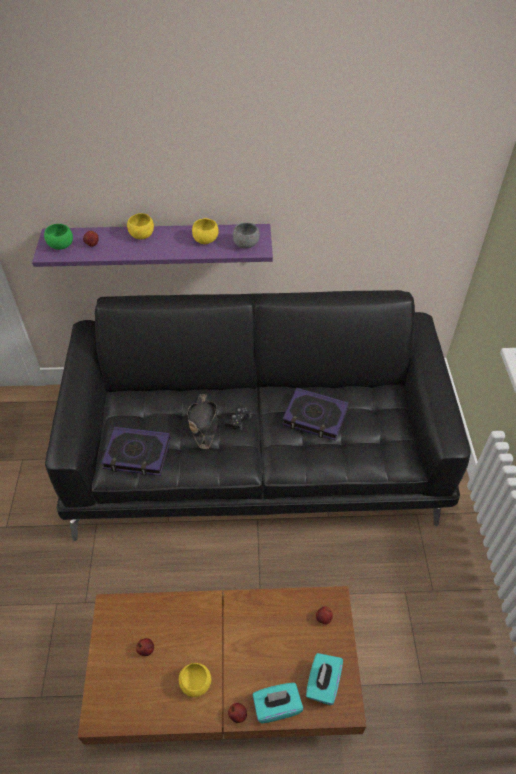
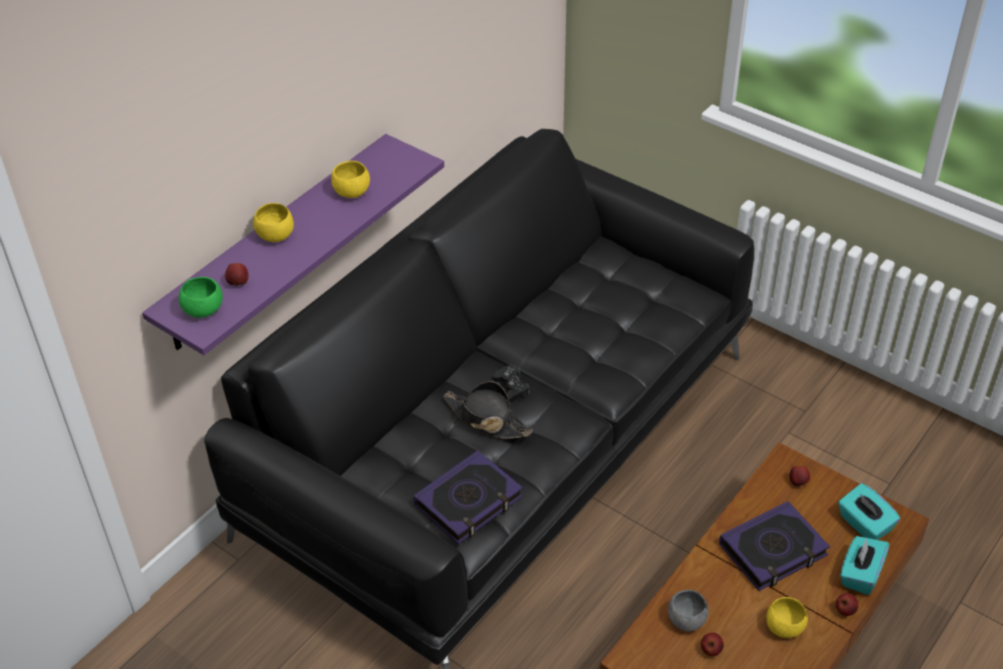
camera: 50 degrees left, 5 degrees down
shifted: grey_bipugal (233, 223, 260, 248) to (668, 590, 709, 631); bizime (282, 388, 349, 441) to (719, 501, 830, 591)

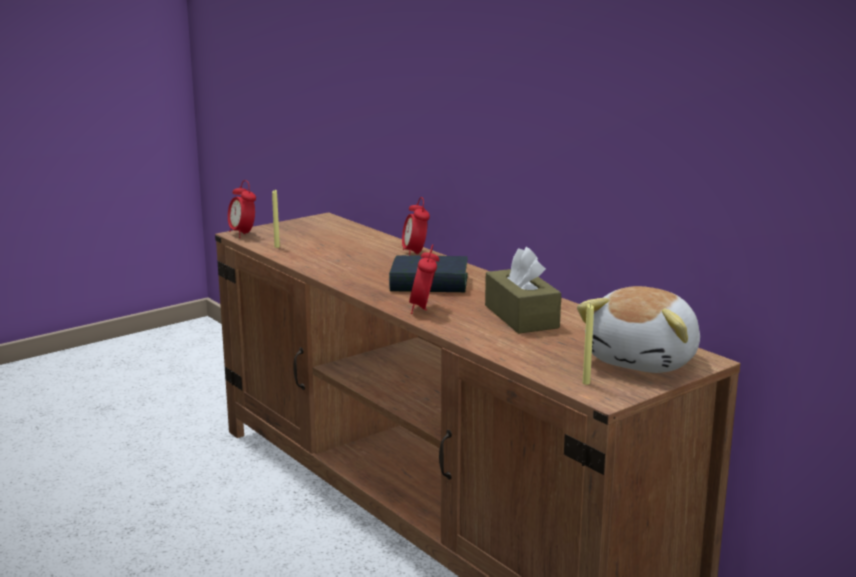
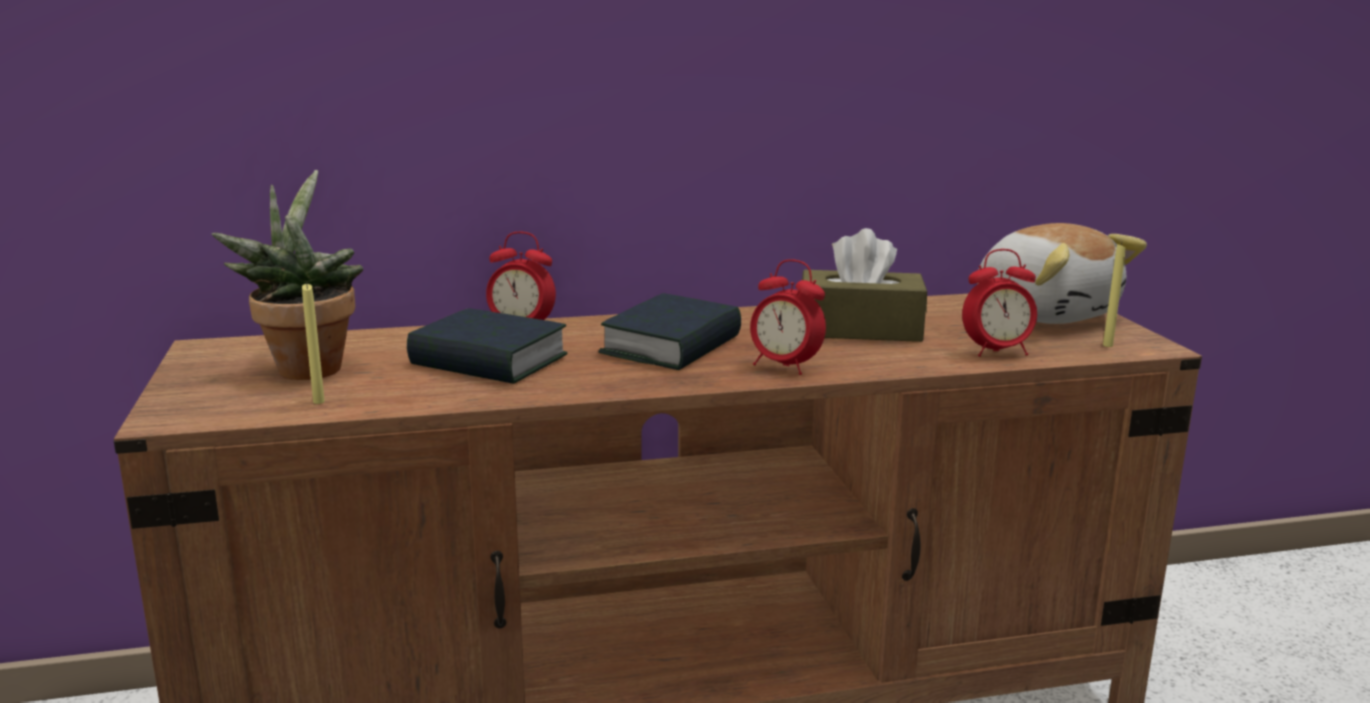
camera: 65 degrees left, 0 degrees up
new: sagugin (212, 170, 363, 380); bizime (407, 308, 568, 384)
shifted: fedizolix (228, 180, 256, 238) to (962, 249, 1037, 357)

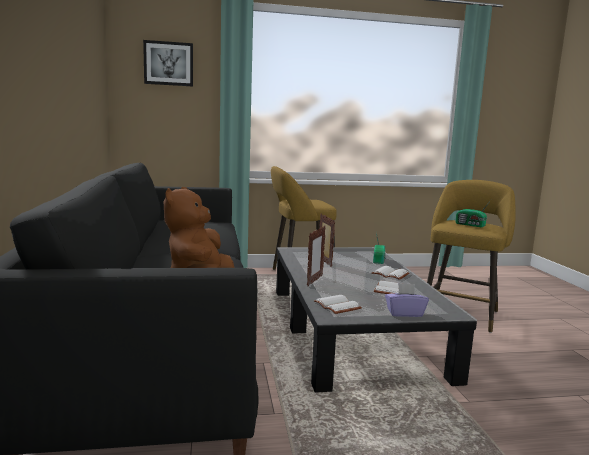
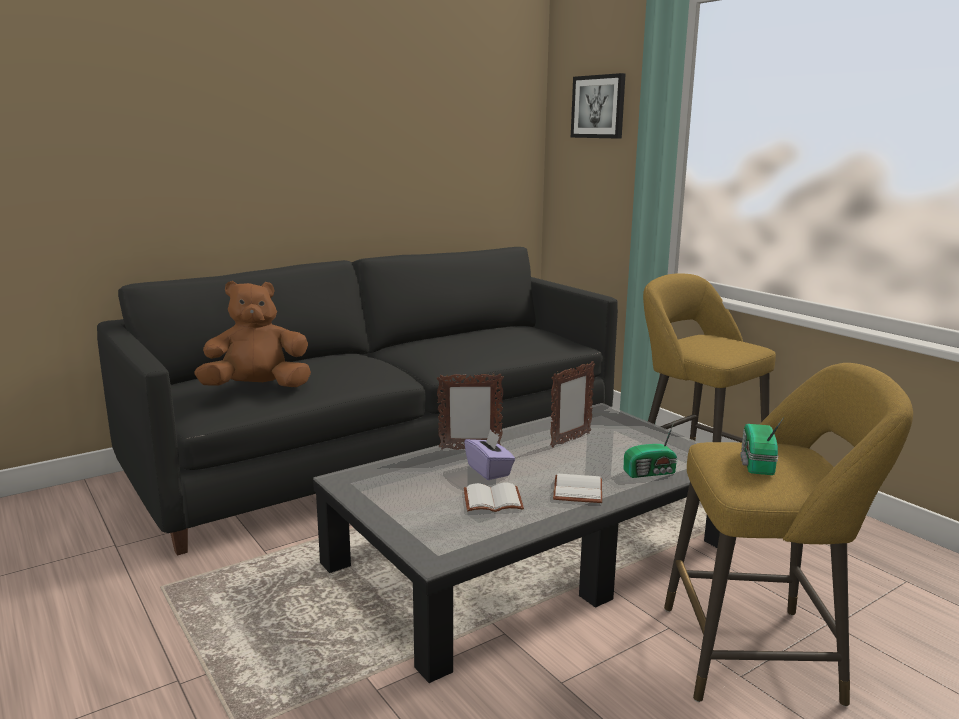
camera: 65 degrees right, 5 degrees up
gone: white_bizime (314, 295, 362, 314)
shifted: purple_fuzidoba (385, 283, 429, 317) to (464, 430, 515, 480)

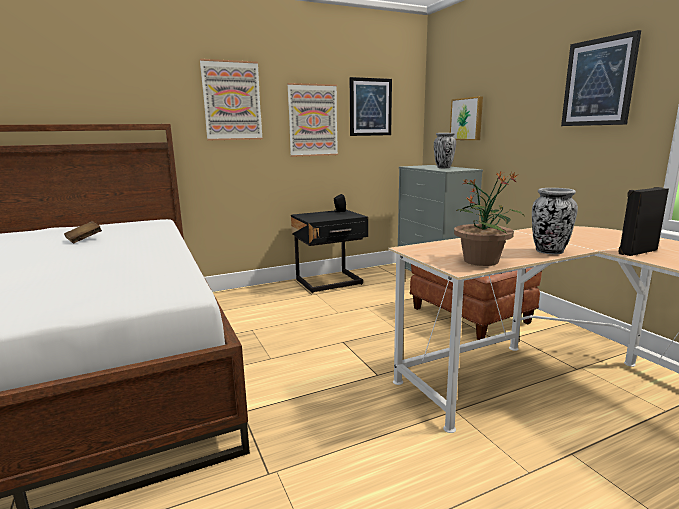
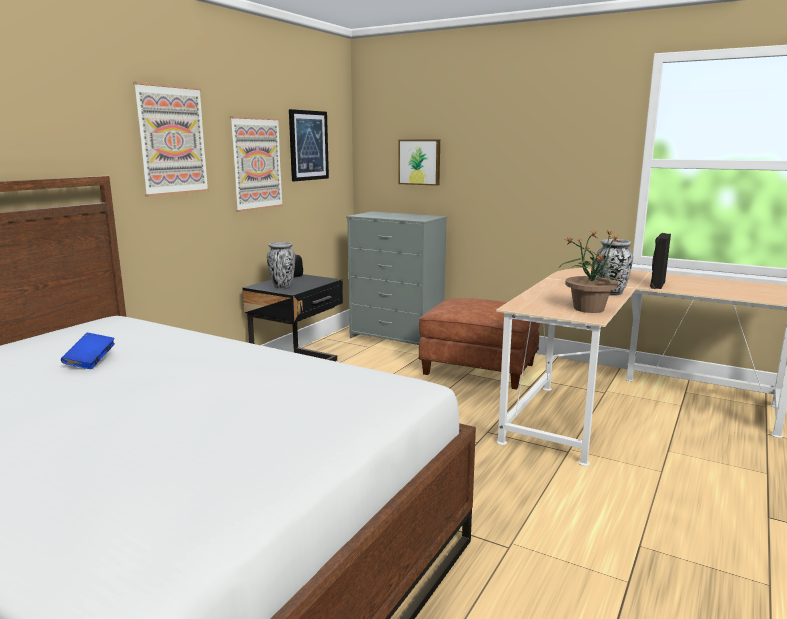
camera: 35 degrees left, 0 degrees up
gone: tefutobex (561, 30, 641, 126)
shifted: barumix (434, 133, 456, 168) to (267, 242, 295, 289)
repainted: brown_bizime (64, 221, 102, 243) to blue_bizime (61, 333, 115, 369)

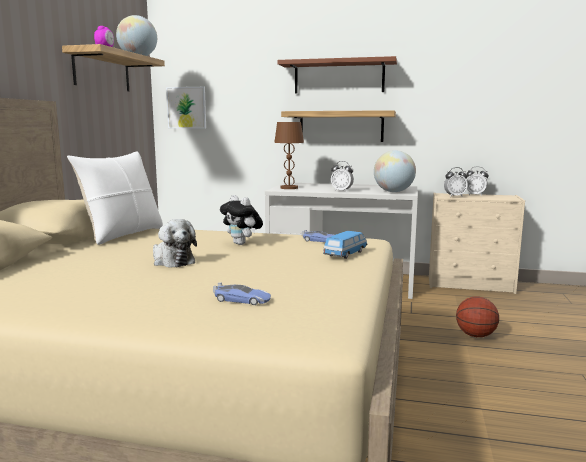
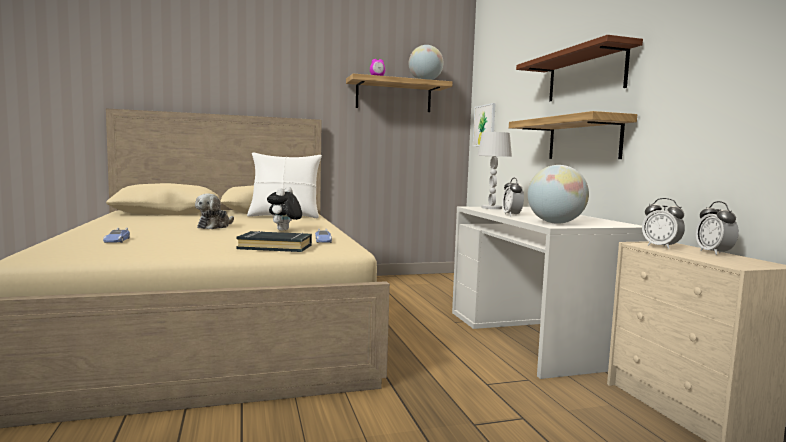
camera: 60 degrees right, 5 degrees down
gone: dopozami (456, 296, 499, 337)
swapped: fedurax (323, 231, 367, 259) to black_bizime (236, 231, 312, 252)
repainted: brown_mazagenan (274, 122, 304, 189) to white_mazagenan (477, 132, 512, 209)

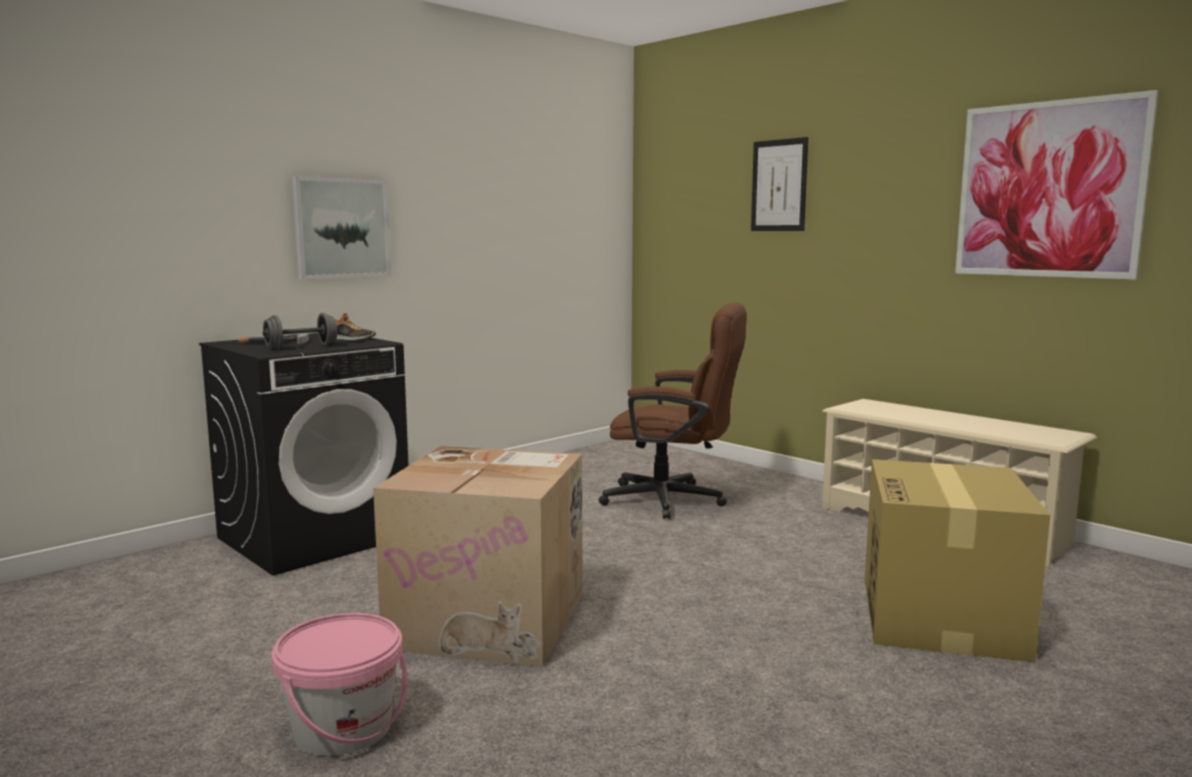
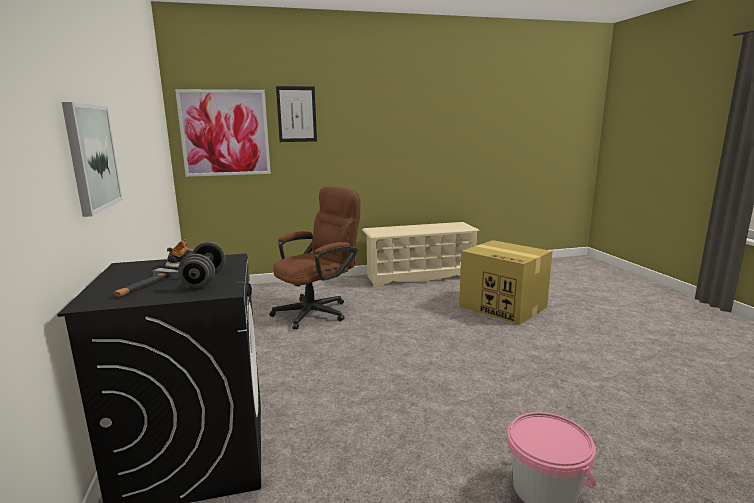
camera: 60 degrees left, 5 degrees up
gone: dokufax (373, 446, 583, 667)
shifted: tefutobex (955, 90, 1158, 280) to (175, 89, 271, 177)

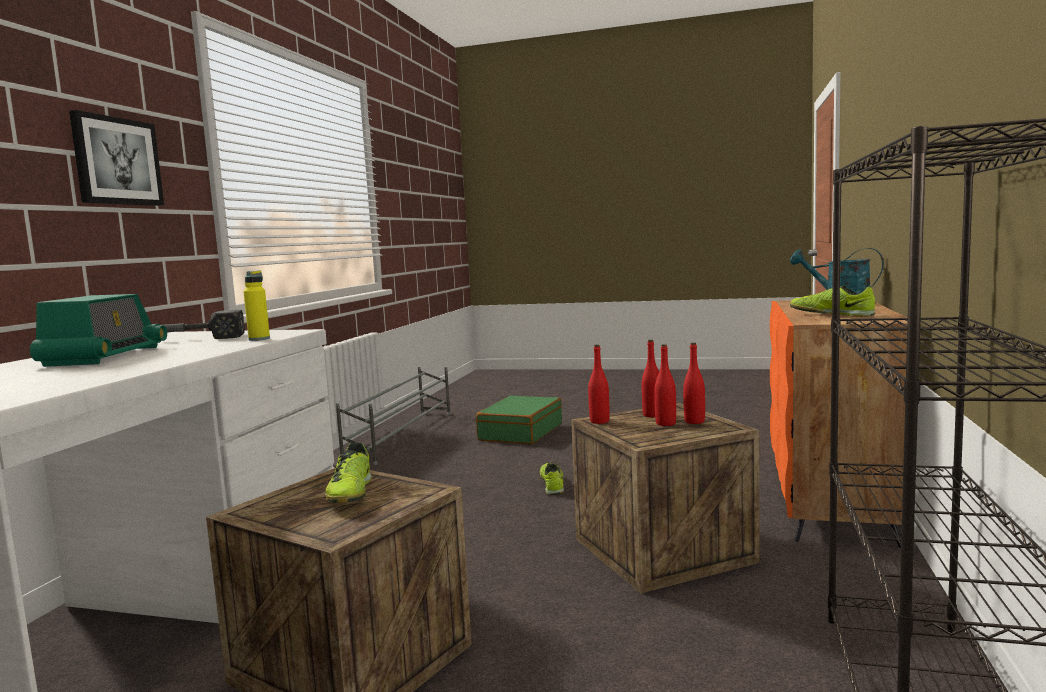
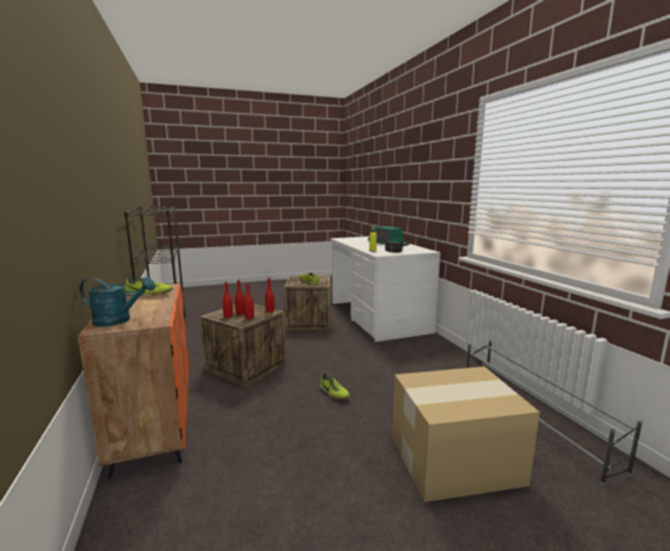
camera: 145 degrees right, 5 degrees up
gone: tefutobex (69, 110, 164, 206)
swapped: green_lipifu (476, 395, 562, 445) to dokufax (392, 366, 540, 502)

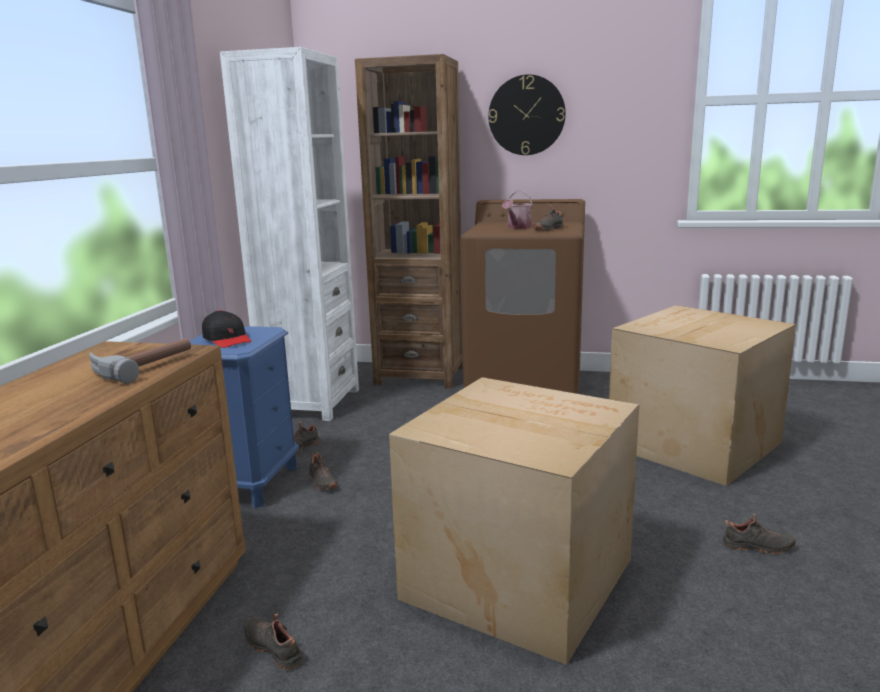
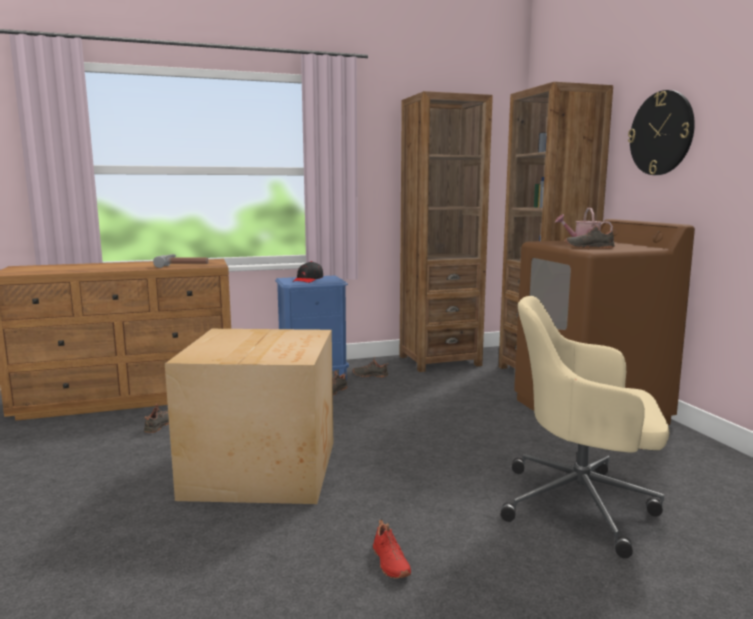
camera: 60 degrees right, 5 degrees down
swapped: dokufax (609, 305, 796, 486) to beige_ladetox (501, 296, 669, 558)
repainted: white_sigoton (220, 47, 359, 421) to brown_sigoton (400, 91, 493, 372); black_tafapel (723, 513, 796, 554) to red_tafapel (373, 519, 411, 578)

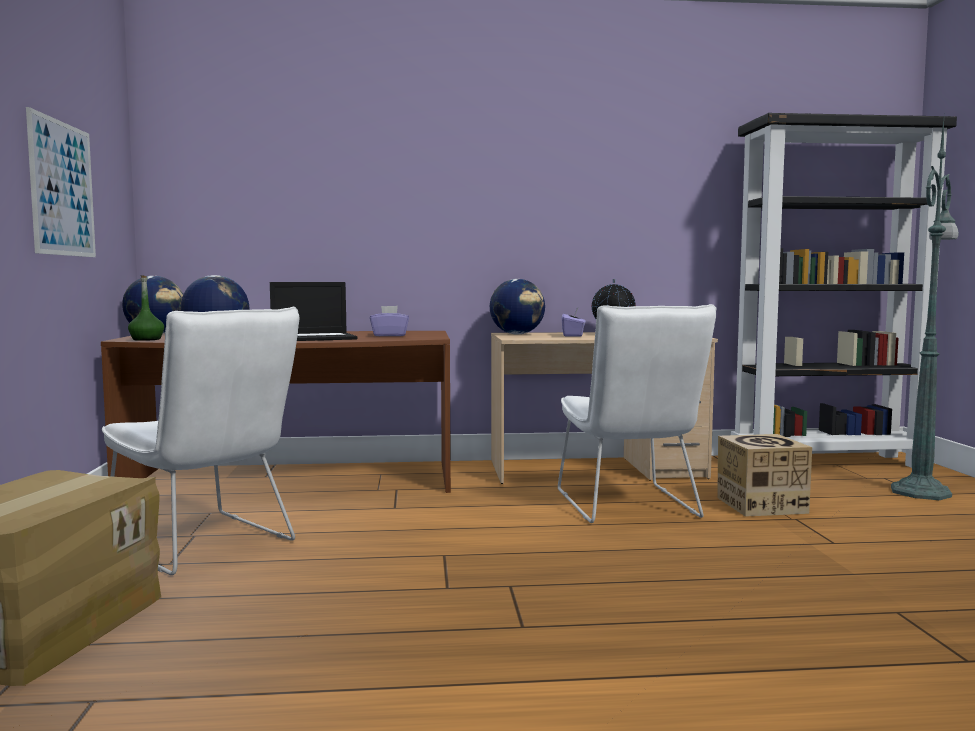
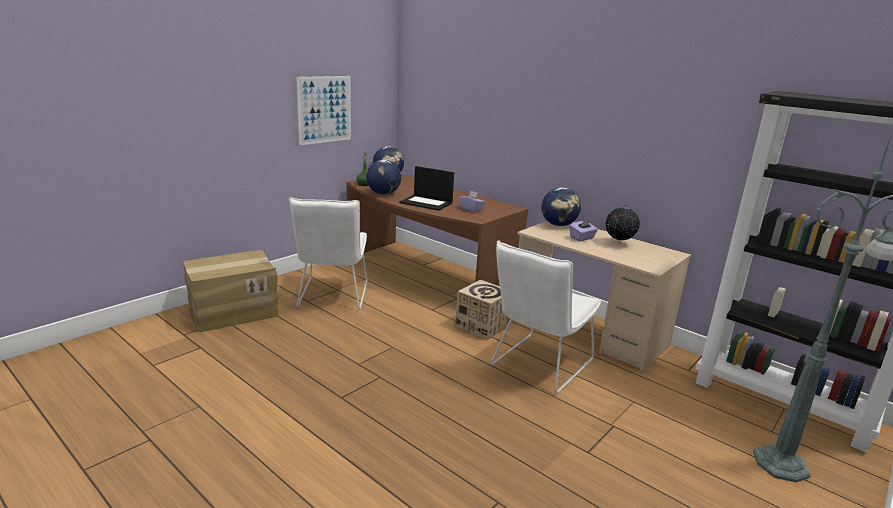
camera: 45 degrees right, 15 degrees up
shifted: dokufax (717, 434, 812, 517) to (455, 280, 510, 340)

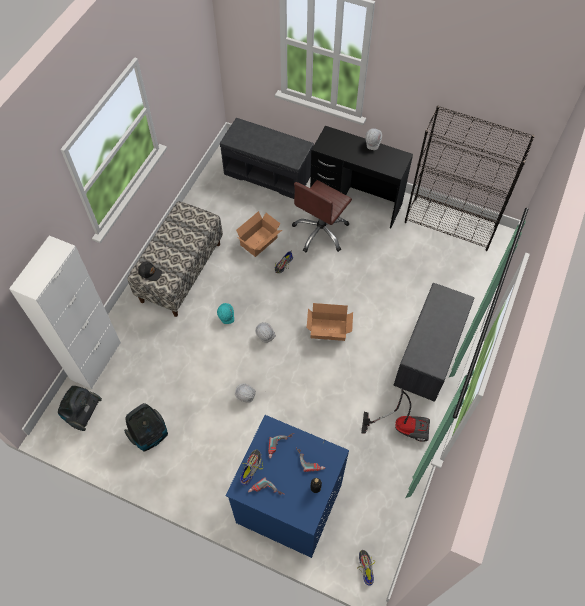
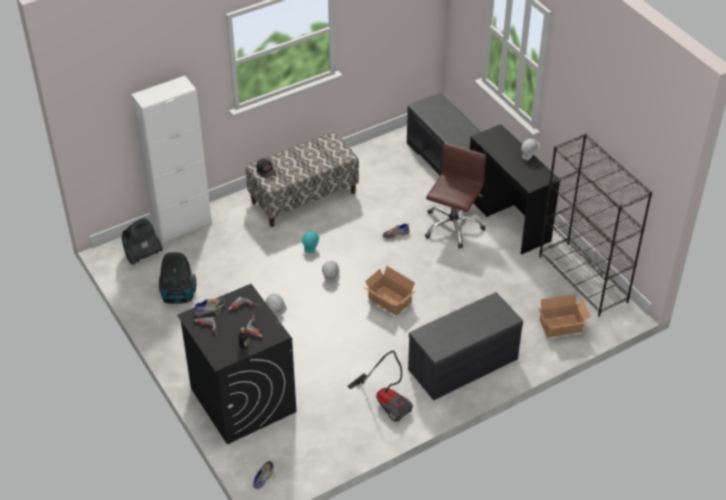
camera: 35 degrees right, 15 degrees down
shifted: dokufax (236, 211, 282, 257) to (537, 294, 591, 338)
repainted: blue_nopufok (225, 415, 349, 558) to black_nopufok (177, 284, 296, 445)
rotated: brown_ladetox (292, 180, 352, 252) = (424, 143, 486, 249) 135 degrees clockwise

